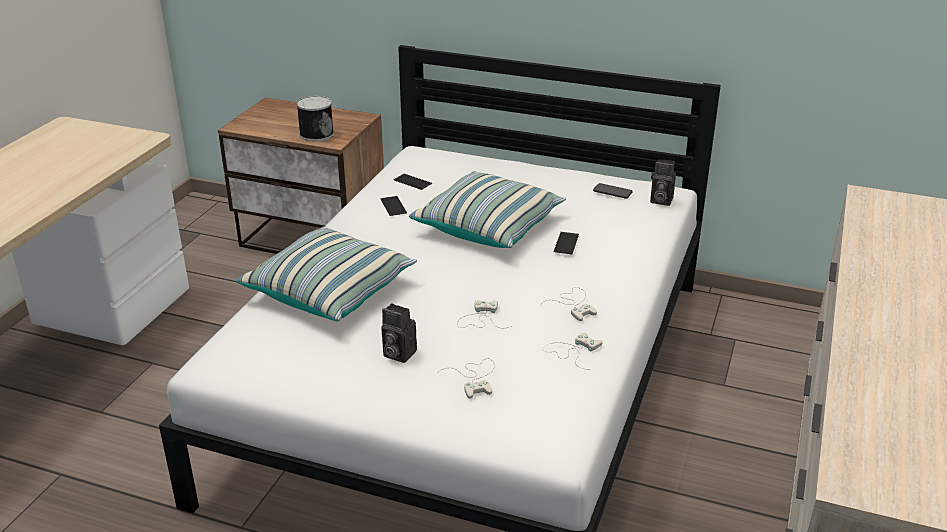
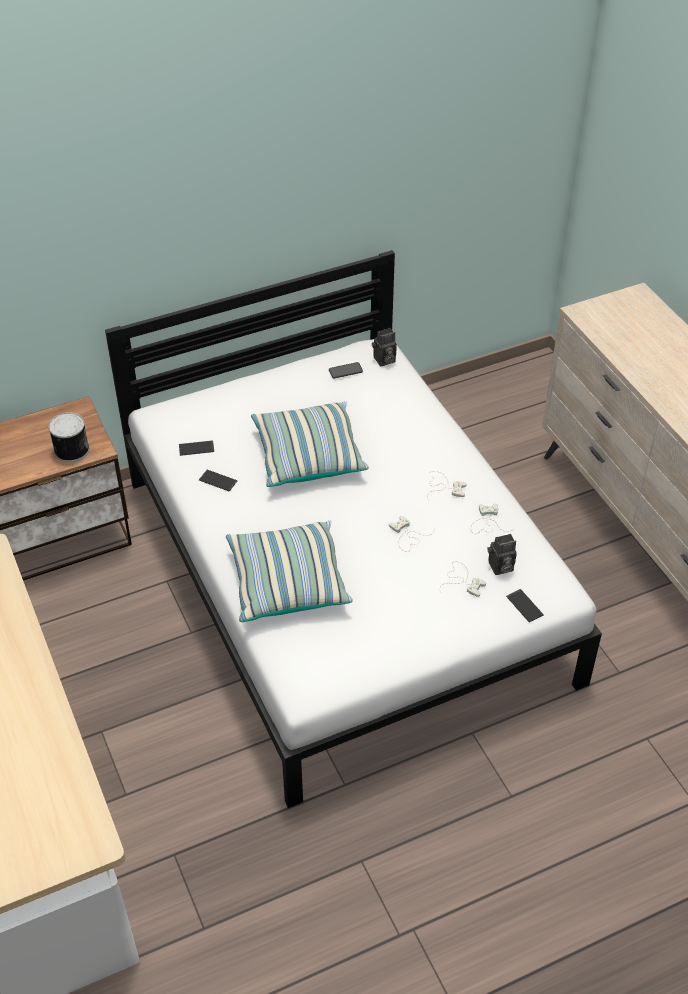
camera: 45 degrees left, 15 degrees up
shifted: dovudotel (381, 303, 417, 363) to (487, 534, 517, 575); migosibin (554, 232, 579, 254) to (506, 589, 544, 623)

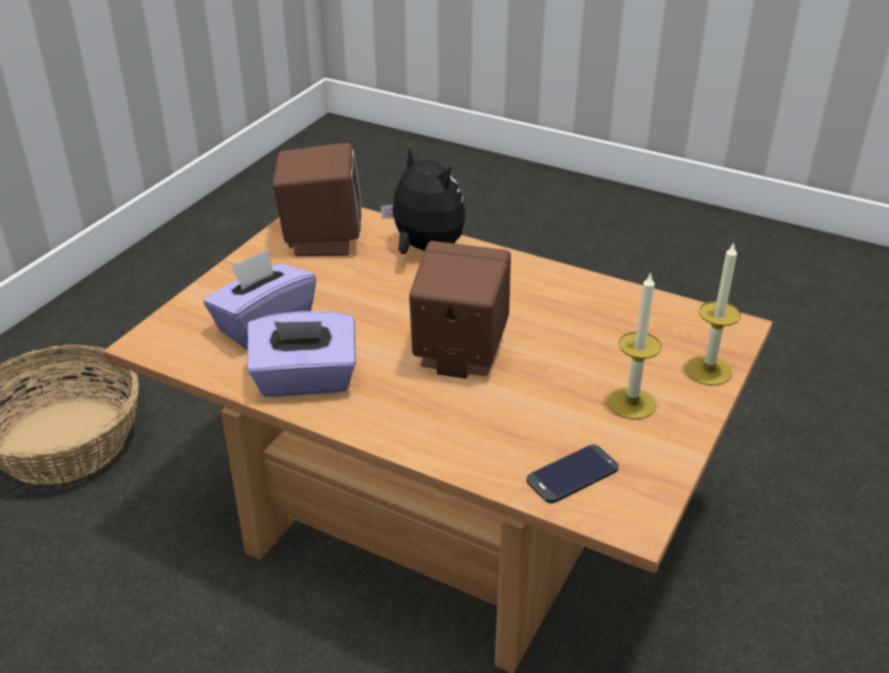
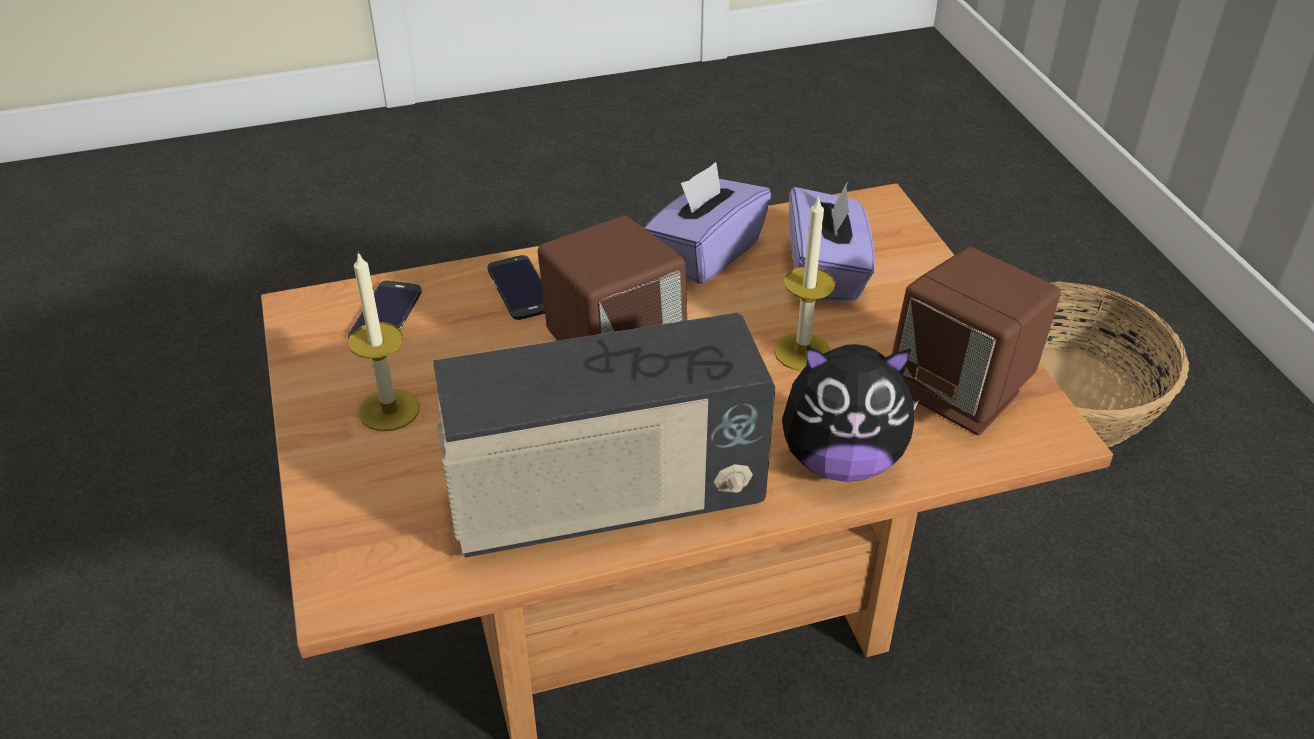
camera: 135 degrees right, 5 degrees up
new: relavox (433, 313, 775, 558); migosibin (487, 255, 545, 320)
shifted: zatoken (685, 243, 741, 386) to (774, 195, 835, 371)

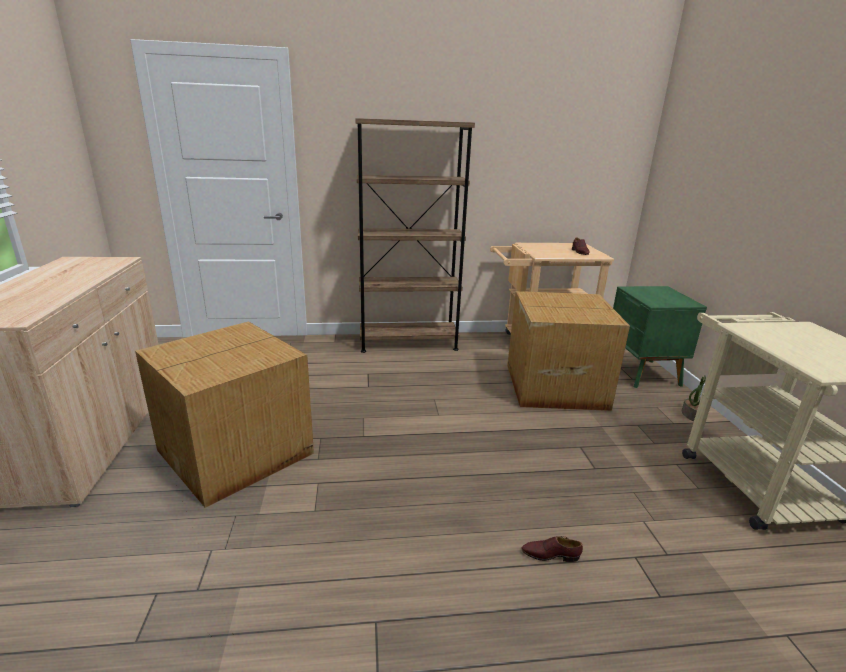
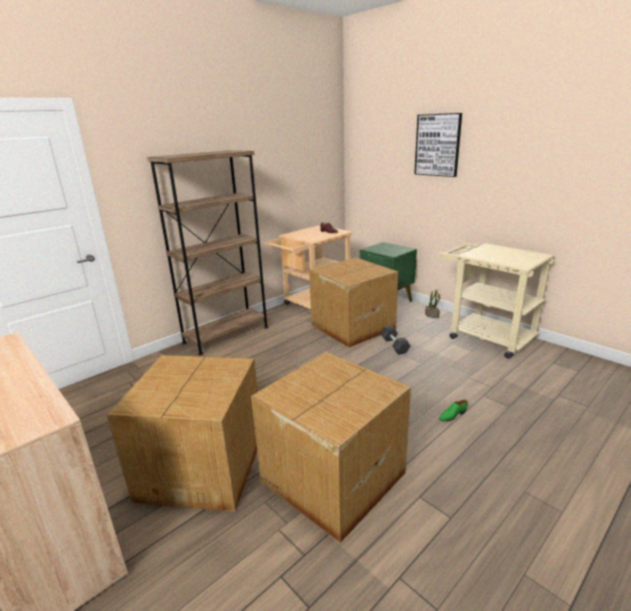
camera: 35 degrees left, 0 degrees up
new: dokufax (251, 352, 411, 543); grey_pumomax (381, 325, 410, 355); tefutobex (414, 113, 462, 177)
repainted: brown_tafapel (521, 536, 583, 562) to green_tafapel (439, 400, 468, 422)

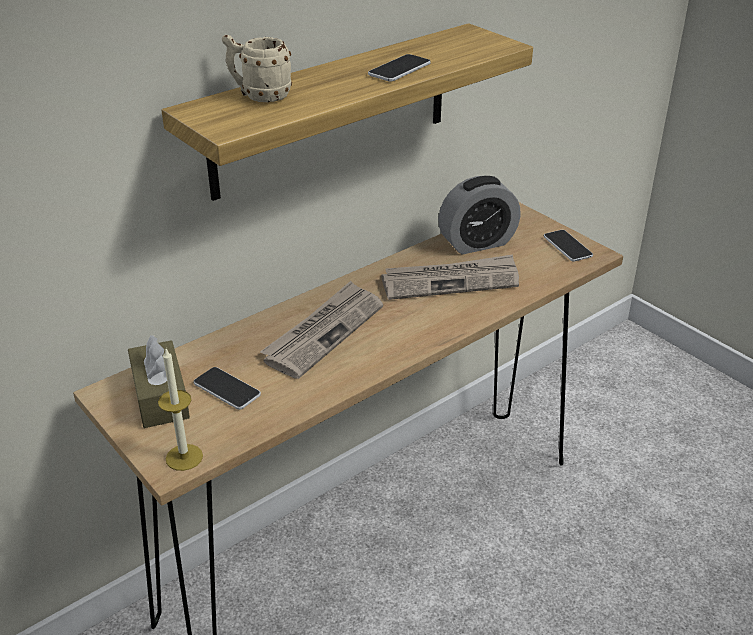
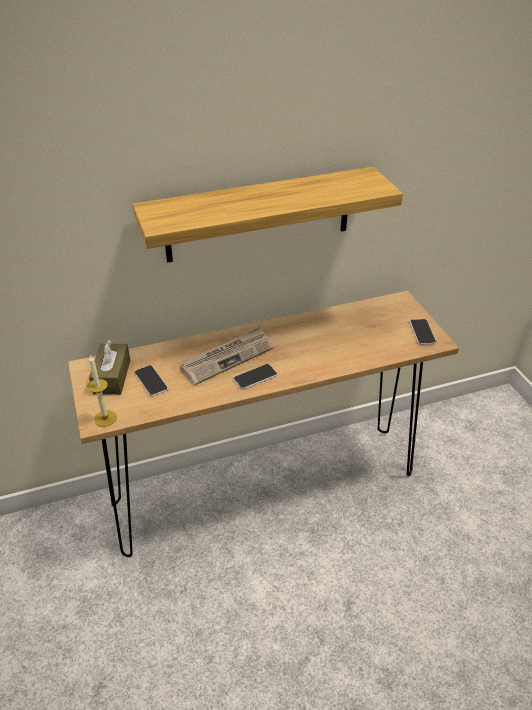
camera: 20 degrees right, 5 degrees up
gone: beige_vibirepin (222, 35, 292, 102); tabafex (381, 254, 519, 300); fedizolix (438, 176, 521, 255)
shifted: migosibin (368, 54, 431, 82) to (233, 364, 277, 390)

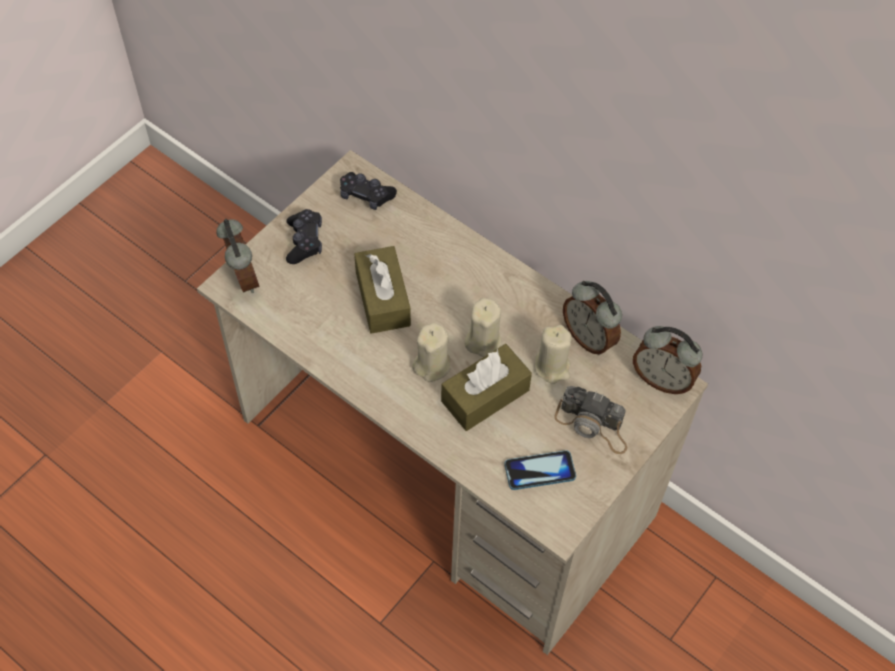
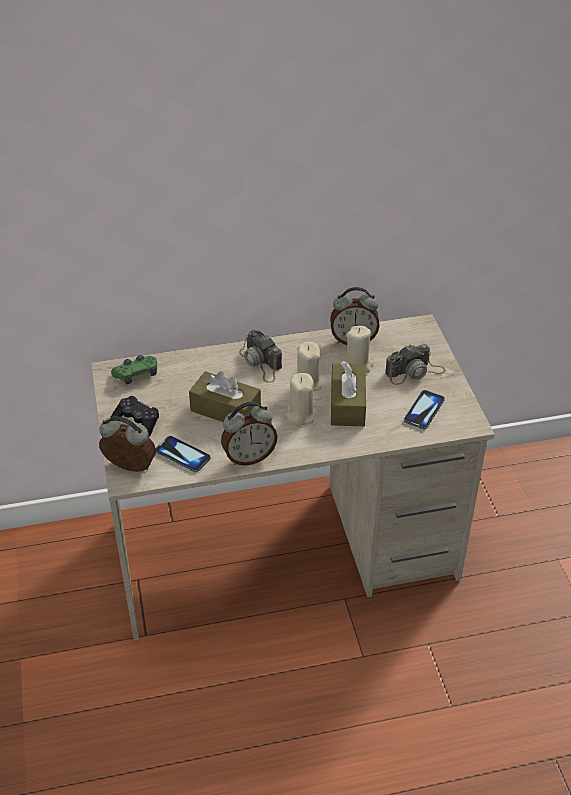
camera: 50 degrees left, 15 degrees down
new: migosibin (156, 436, 211, 472); dovudotel (239, 330, 282, 383)
shifted: fedizolix (633, 326, 702, 394) to (221, 402, 278, 466)
repainted: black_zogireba (340, 172, 397, 210) to green_zogireba (111, 355, 157, 384)

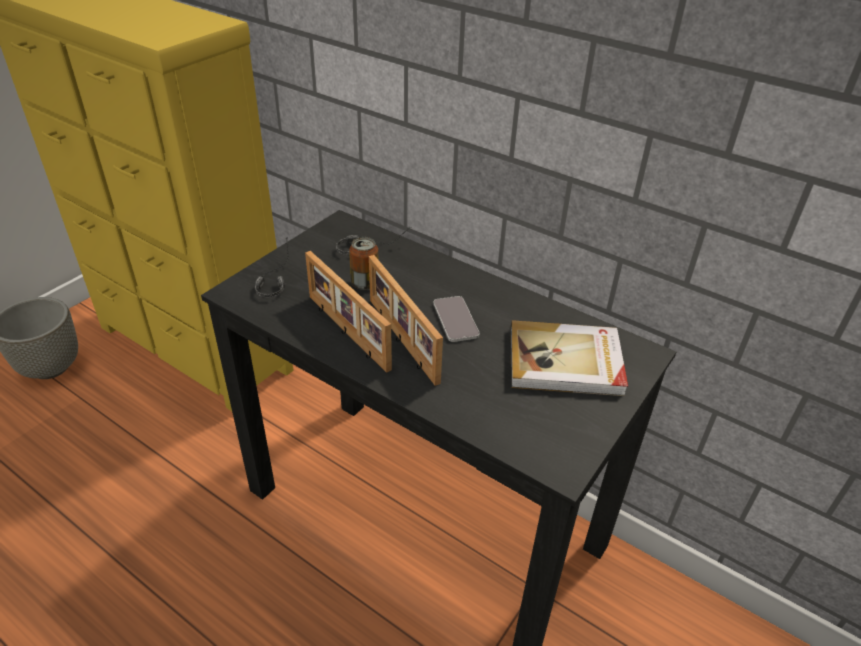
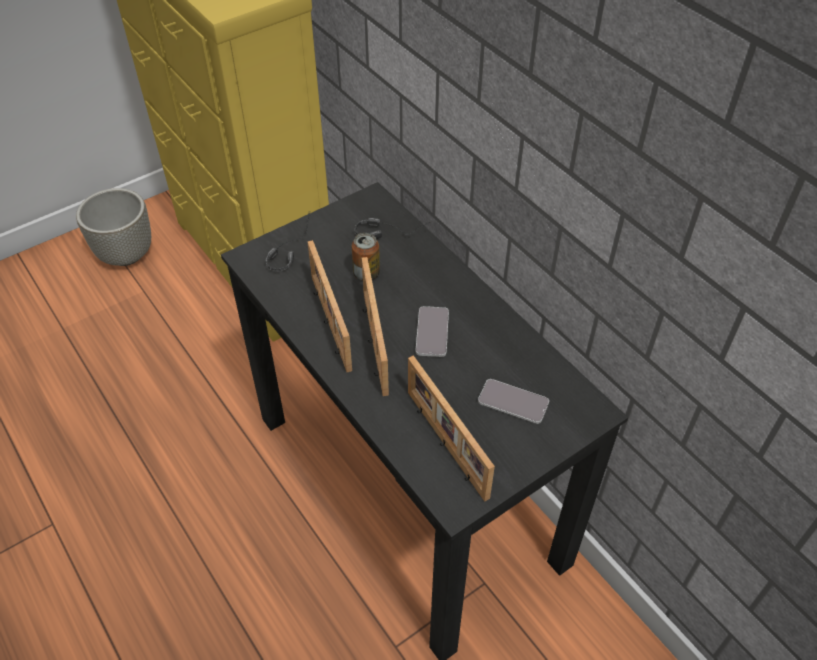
camera: 20 degrees right, 10 degrees up
new: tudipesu (408, 356, 495, 502)
swapped: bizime (510, 320, 628, 396) to migosibin (478, 379, 549, 424)

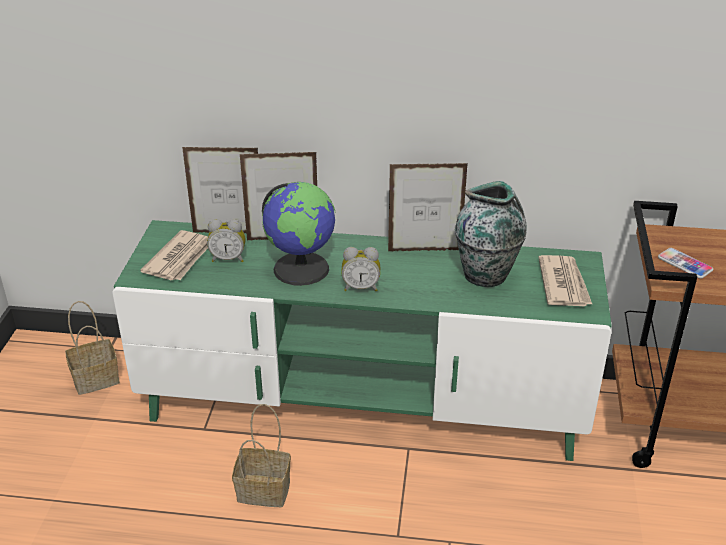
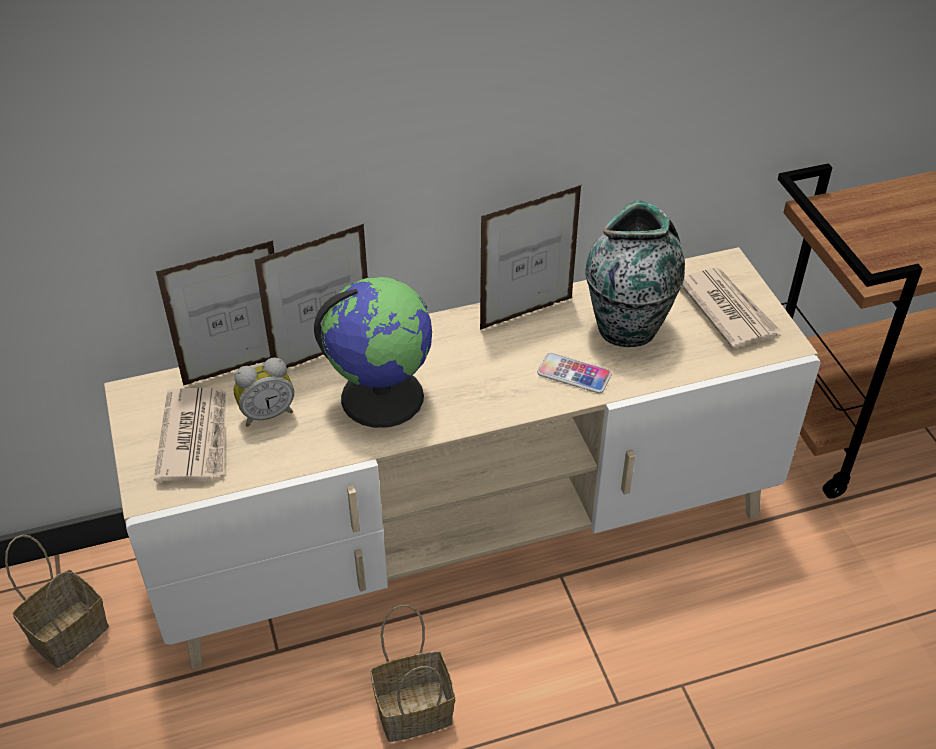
camera: 25 degrees left, 10 degrees up
gone: fedizolix (341, 247, 380, 292)
shifted: migosibin (658, 248, 713, 279) to (537, 353, 612, 393)
repainted: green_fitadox (112, 220, 612, 461) to beige_fitadox (104, 247, 821, 669)

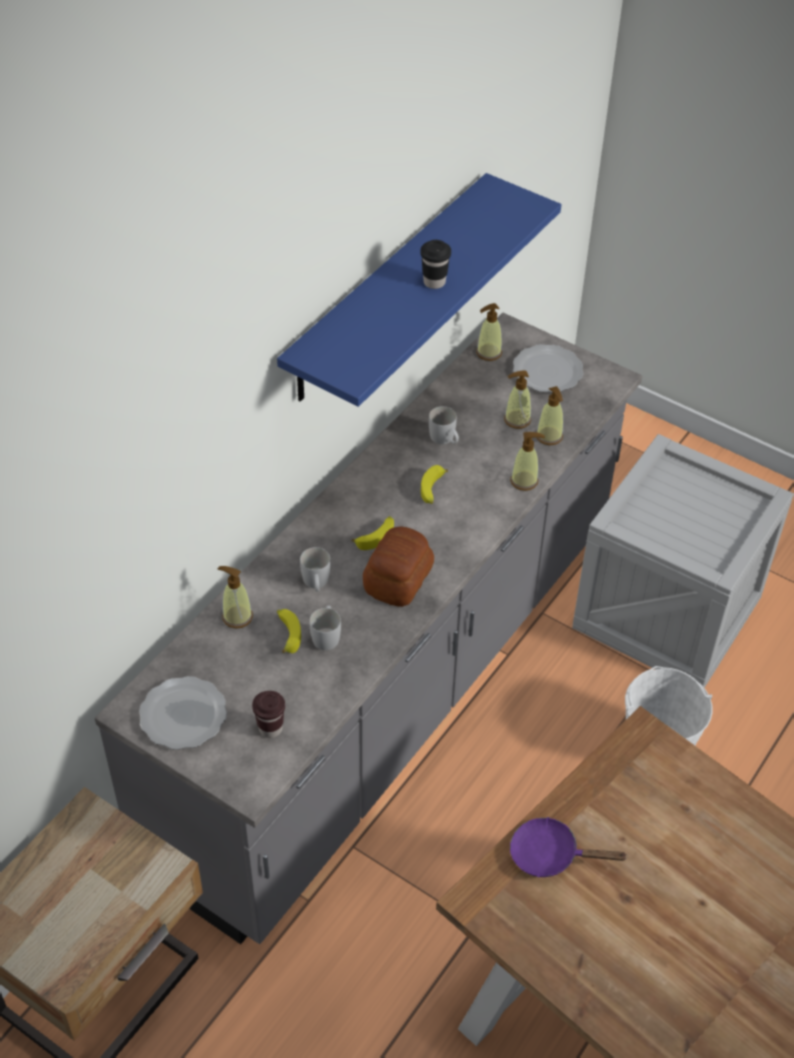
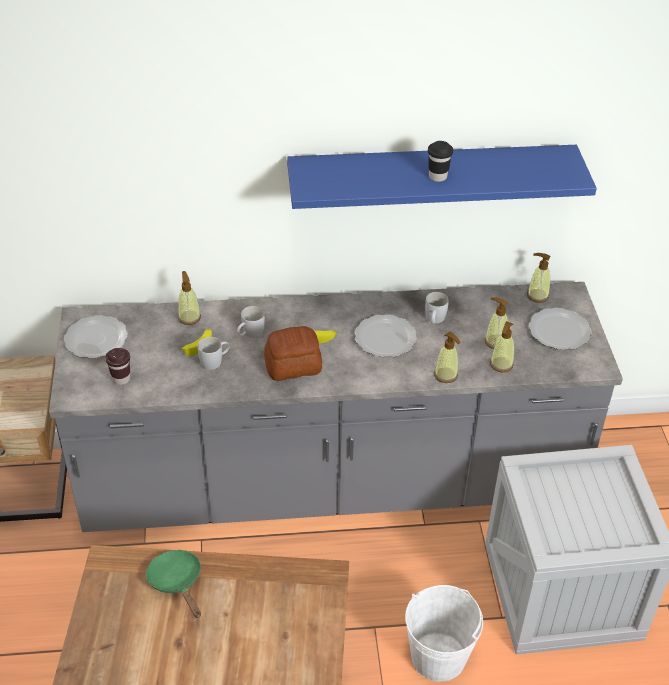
camera: 50 degrees right, 5 degrees down
swapped: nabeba (421, 465, 448, 504) to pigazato (355, 315, 417, 357)
repainted: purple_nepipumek (510, 817, 628, 878) to green_nepipumek (146, 550, 201, 618)

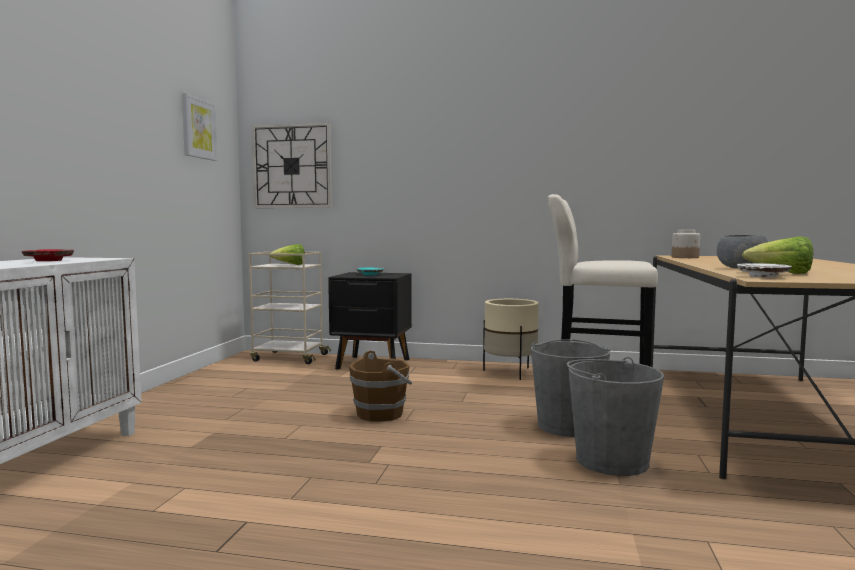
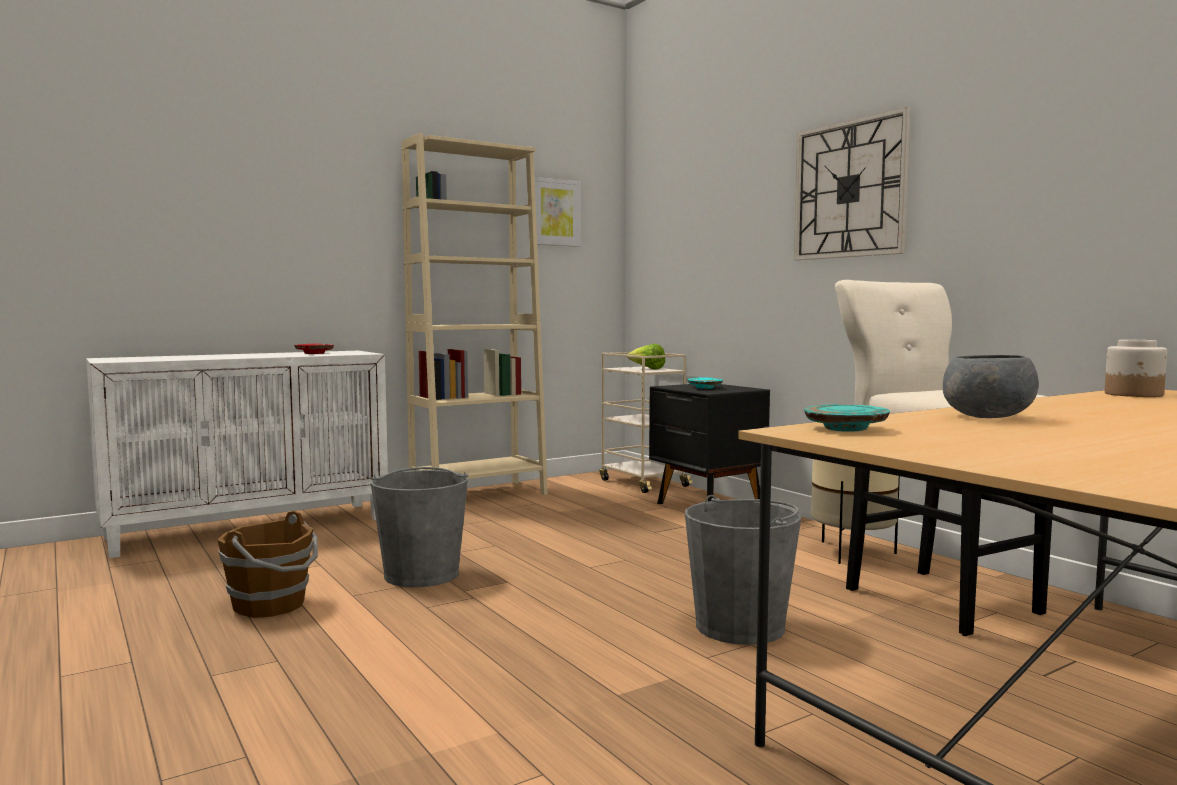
camera: 45 degrees right, 0 degrees up
gone: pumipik (742, 236, 813, 274)
new: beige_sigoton (401, 133, 548, 495)
shifted: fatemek (251, 122, 332, 208) to (794, 107, 911, 260); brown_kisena (349, 351, 412, 422) to (218, 511, 318, 618); grey_kisena (567, 357, 664, 476) to (371, 467, 468, 587)
repainted: white_pigazato (737, 263, 792, 278) to turquoise_pigazato (804, 404, 890, 432)

